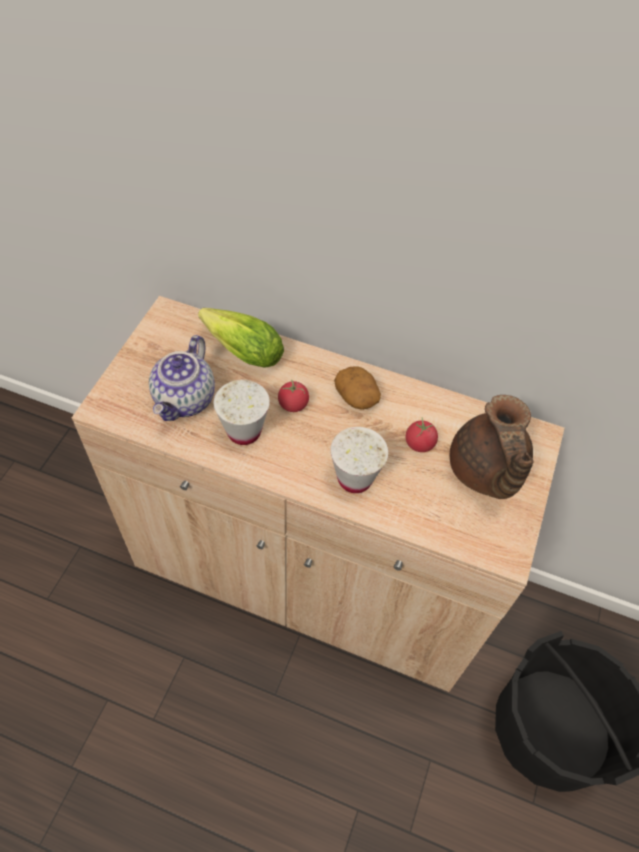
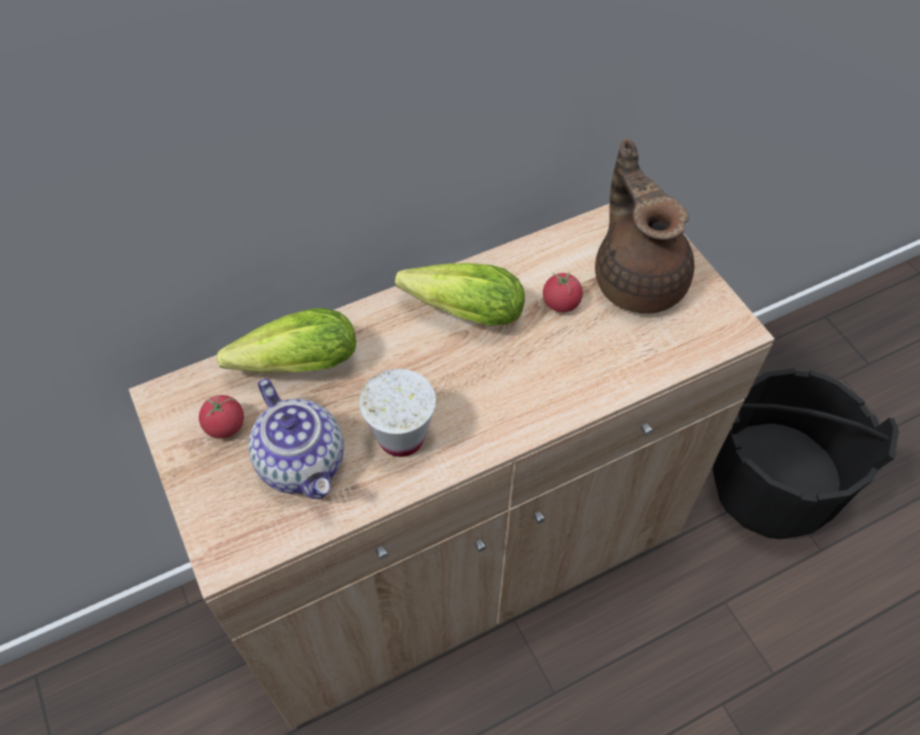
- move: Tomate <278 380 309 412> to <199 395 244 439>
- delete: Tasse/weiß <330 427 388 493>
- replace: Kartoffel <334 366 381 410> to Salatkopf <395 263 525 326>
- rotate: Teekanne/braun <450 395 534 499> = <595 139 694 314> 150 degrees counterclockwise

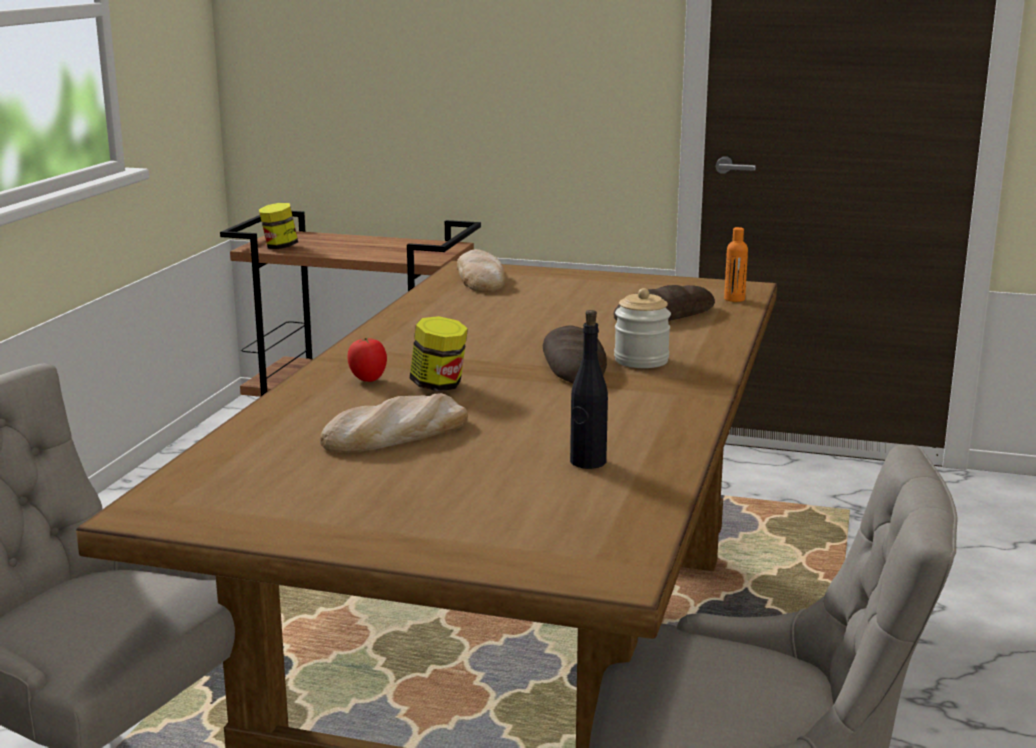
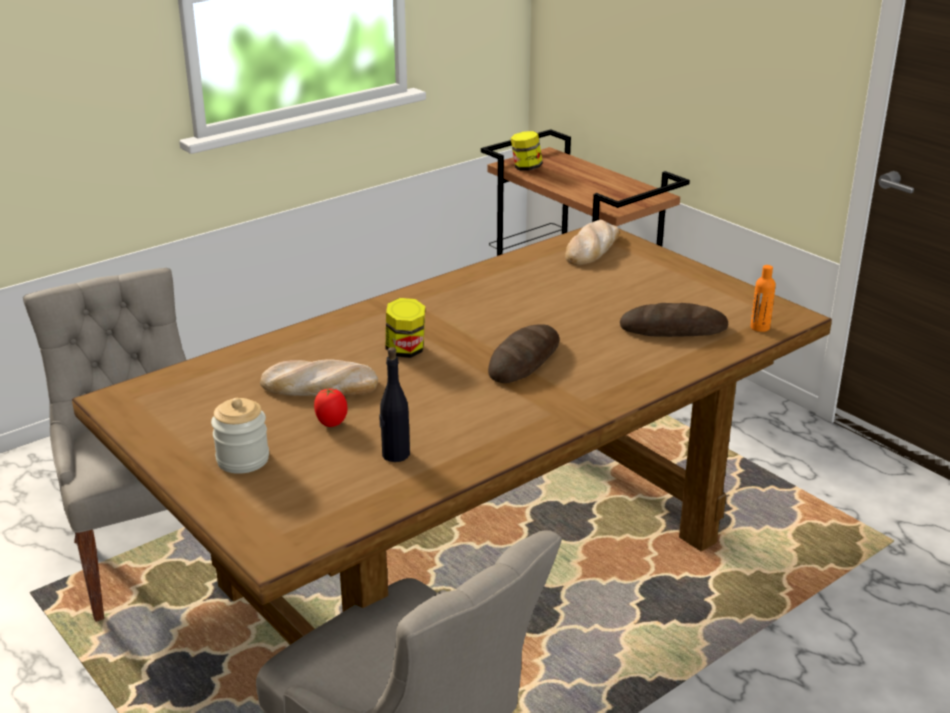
- move: Tomate <347 337 387 382> to <314 388 348 427>
- move: Vorratsglas <614 288 671 368> to <211 398 269 474>

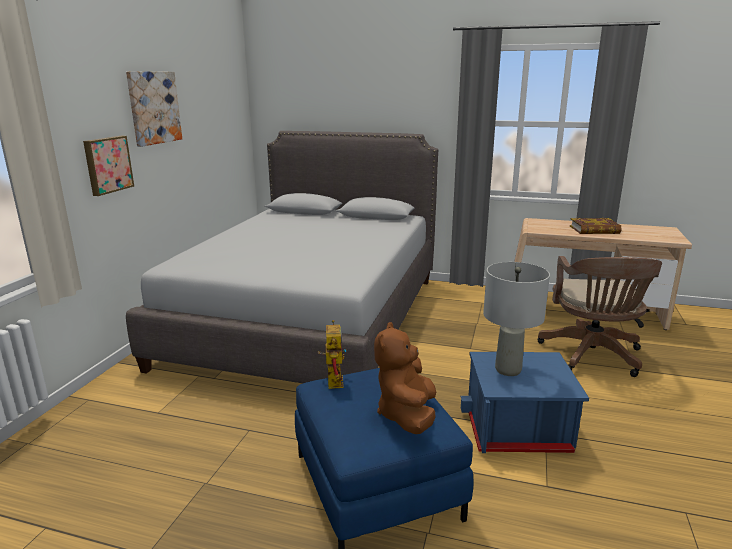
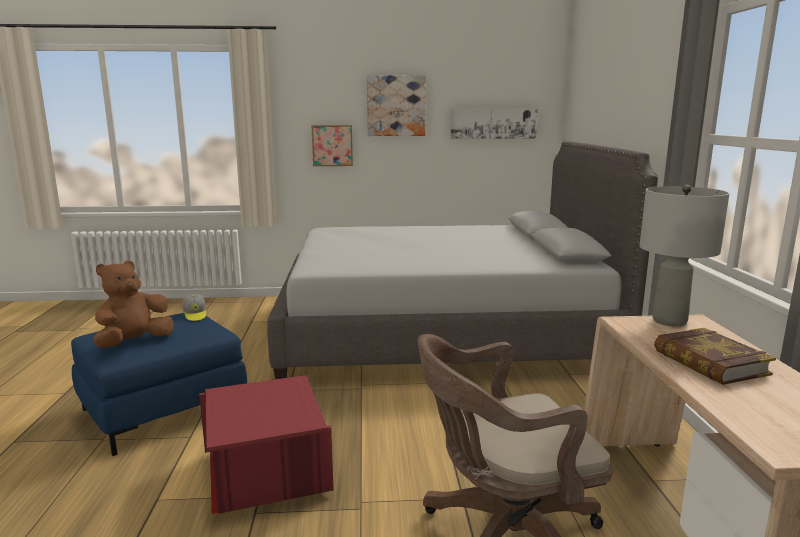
- replace: Spielzeugroboter <317 320 347 389> to Kappe <182 293 206 321>
- rotate: Plüschtier/braun <374 322 436 434> = <94 260 174 348> 45 degrees counterclockwise
- recolor: Aufbewahrungsbox/blau <460 352 589 453> to Aufbewahrungsbox/rot <199 375 333 514>
- move: Tischlampe/grau <483 262 550 376> to <640 185 729 327>
- insert: Bild <450 109 538 139>

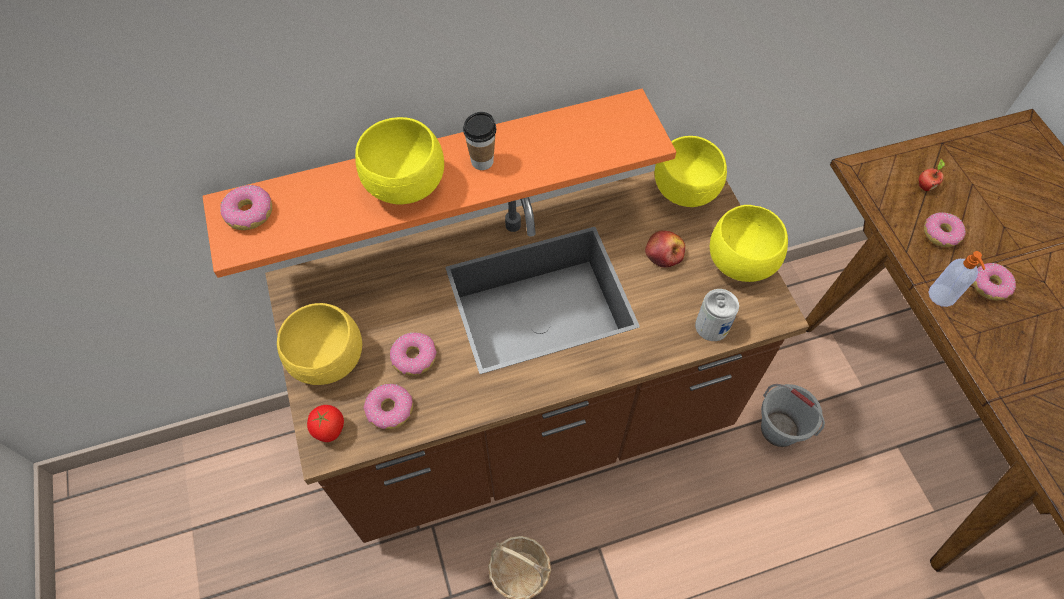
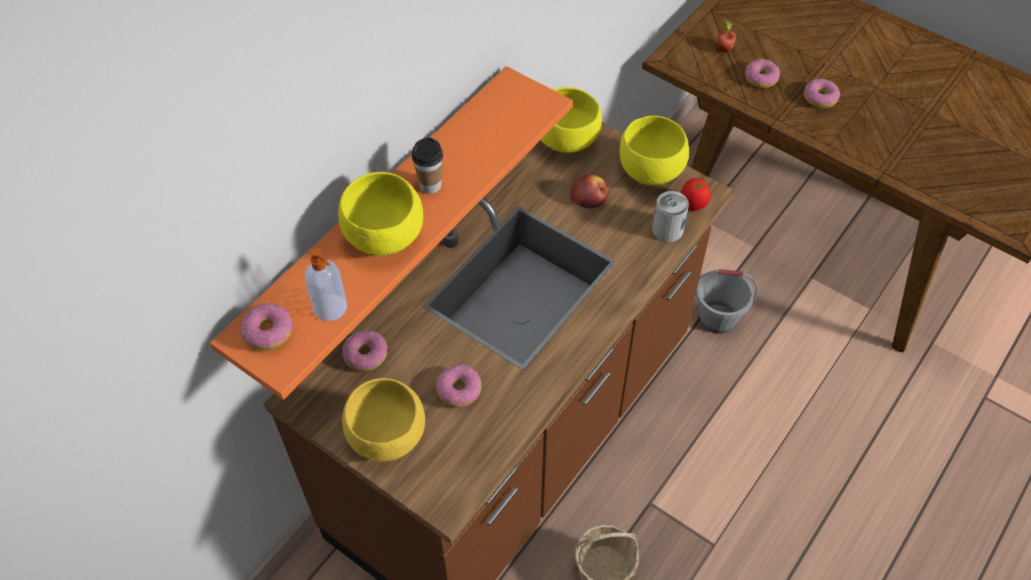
- move: Tomate <307 405 344 442> to <680 178 711 211>
- move: Donut <363 384 413 429> to <342 330 388 371>
- move: Seifenspender <929 251 985 307> to <305 248 347 321>

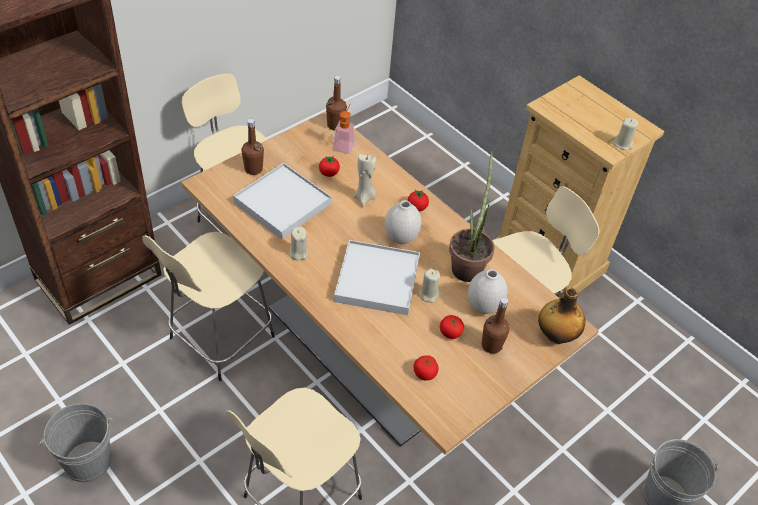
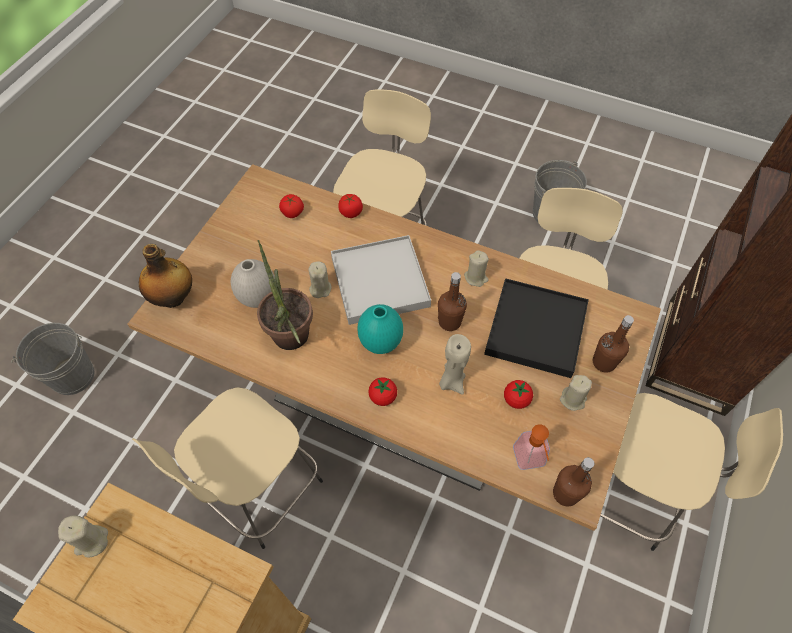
- recolor: Tablett/weiß <233 163 331 239> to Tablett/schwarz <484 278 589 378>
- recolor: Vase/weiß <385 200 421 244> to Vase/türkis <357 304 403 354>
- move: Tomate <440 315 464 339> to <338 194 363 218>
- move: Flasche/braun <482 297 510 354> to <438 272 467 331>
- insert: Kerze/beige <560 375 592 411>

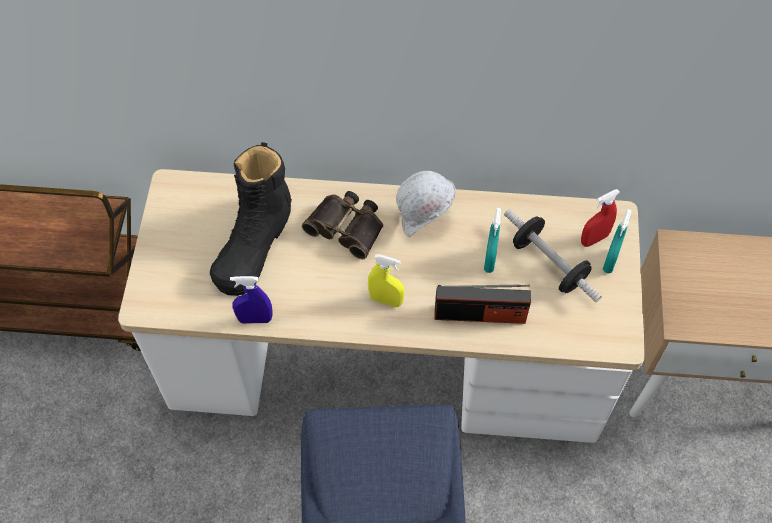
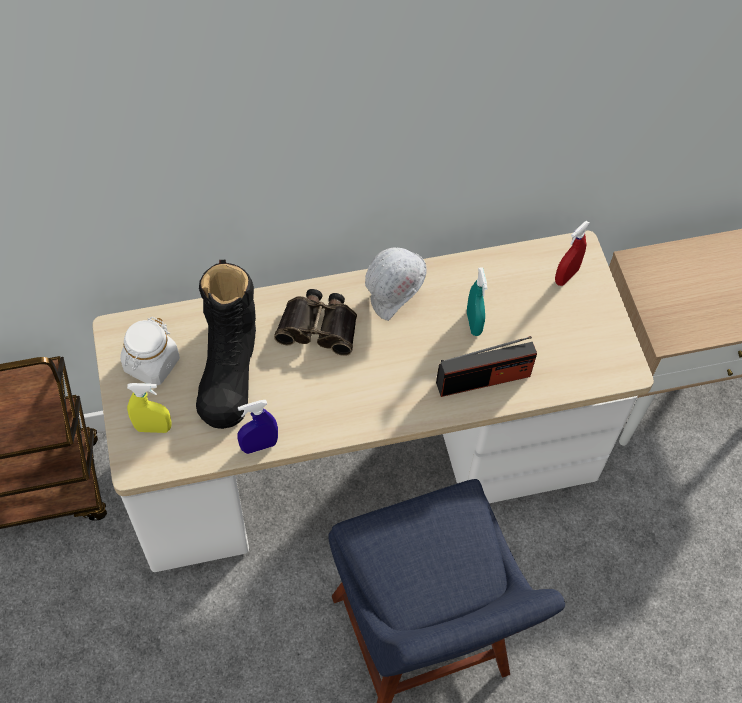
- move: Sprühflasche/gelb <368 254 405 307> to <127 383 171 433>
- delete: Hantel <504 209 602 303>
- delete: Sprühflasche/türkis <603 209 632 273>
- insert: Vorratsglas/weiß <120 317 180 385>

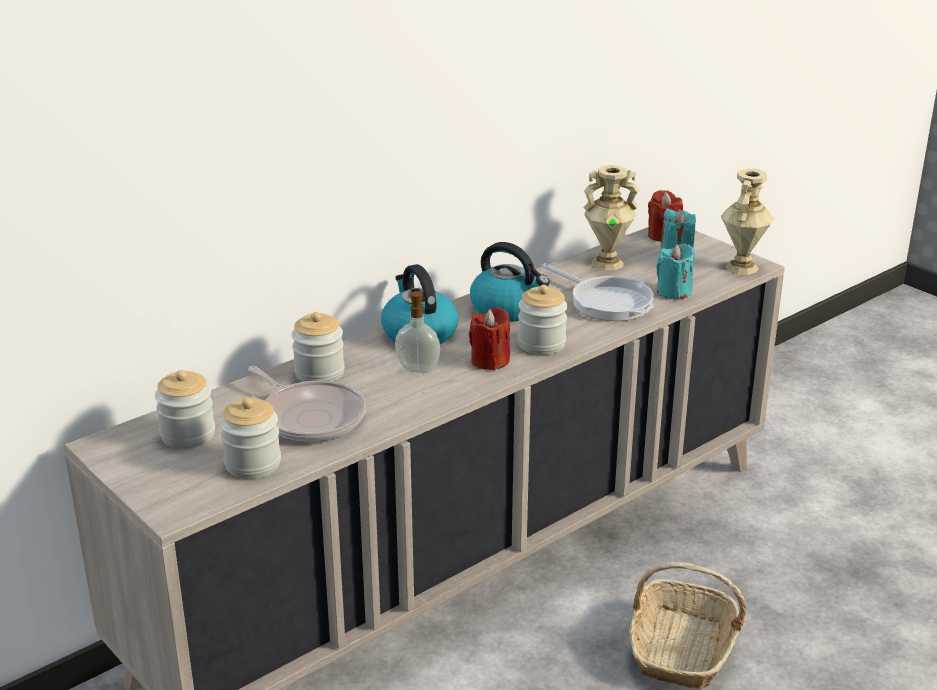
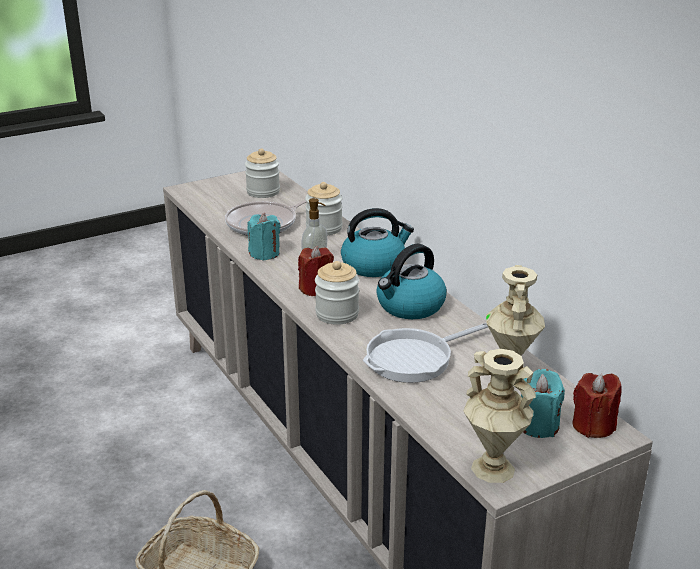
- delete: Vorratsglas <220 397 281 479>
- move: Kerze/türkis <656 244 694 300> to <247 213 281 260>

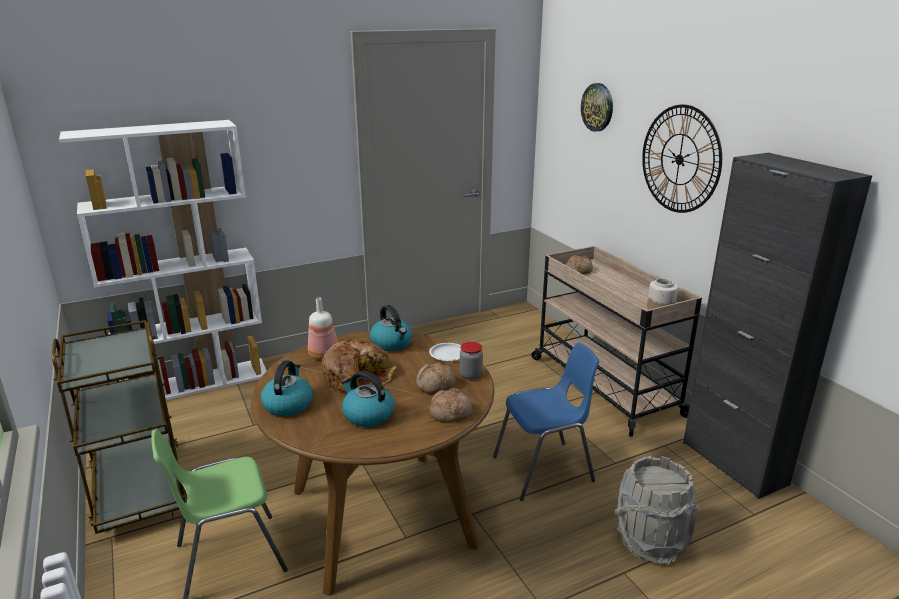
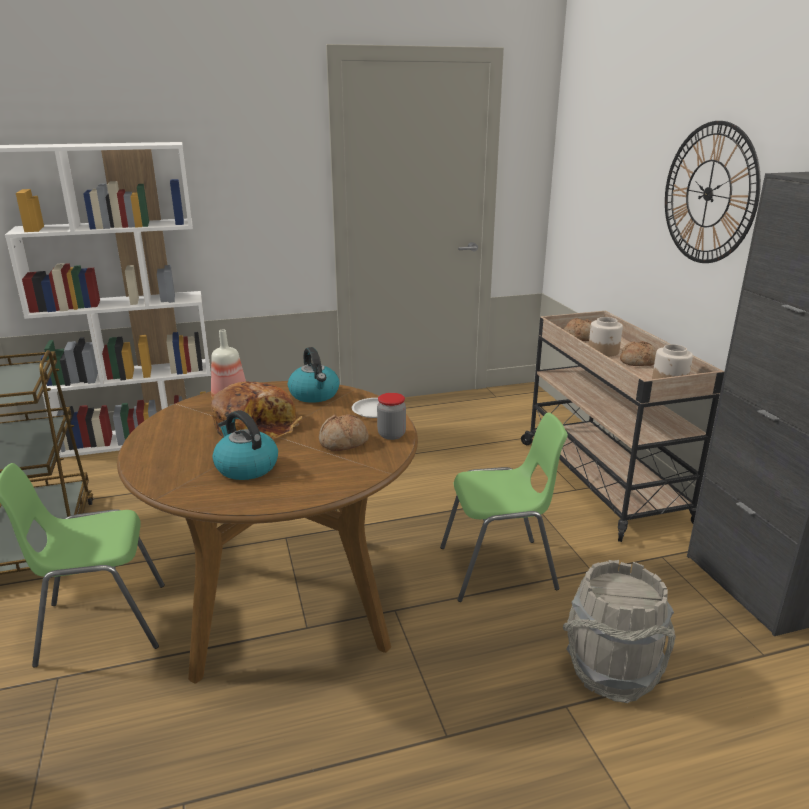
- delete: Wasserkessel <261 360 313 416>
- move: Brot <429 388 472 422> to <620 341 656 366>
- recolor: Stuhl/blau <493 342 599 501> to Stuhl/grün <440 412 568 602>
- delete: Wanduhr <581 83 613 132>
- insert: Vorratsglas <589 317 623 357>

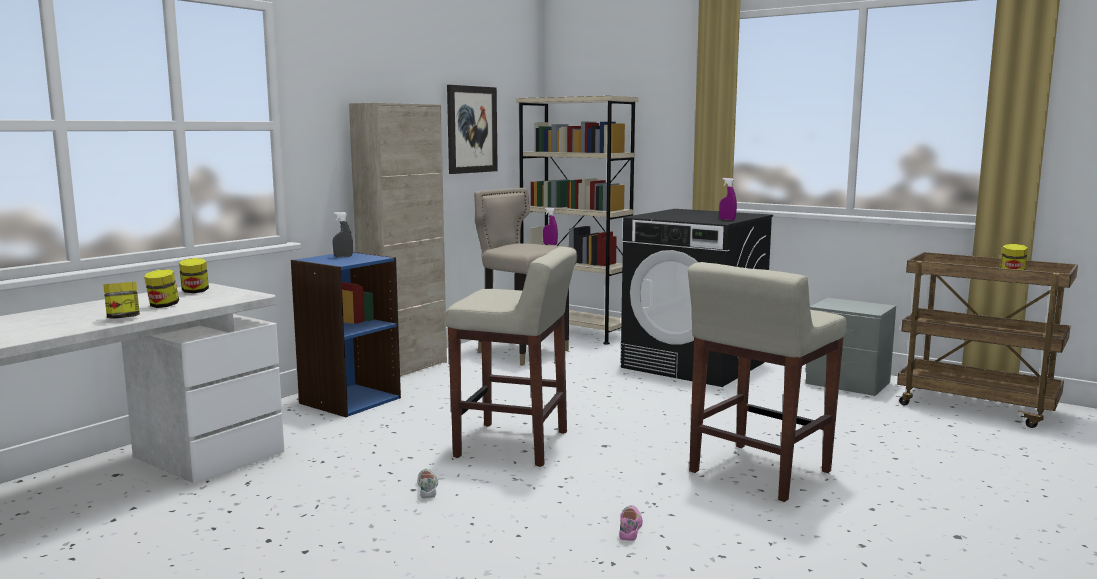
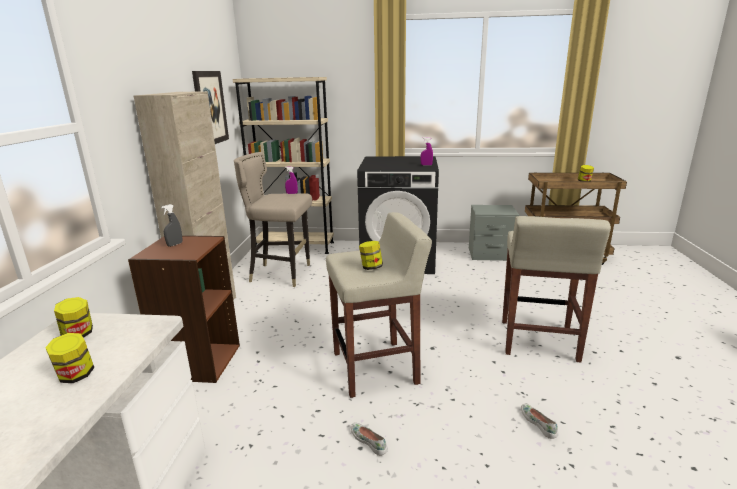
- move: Vorratsglas <103 282 140 319> to <359 241 383 270>
- recolor: Bücherregal/blau <291 252 401 417> to Bücherregal/braun <128 235 240 383>
- recolor: Schuh/rosa <619 505 643 541> to Schuh/weiß <521 403 558 439>

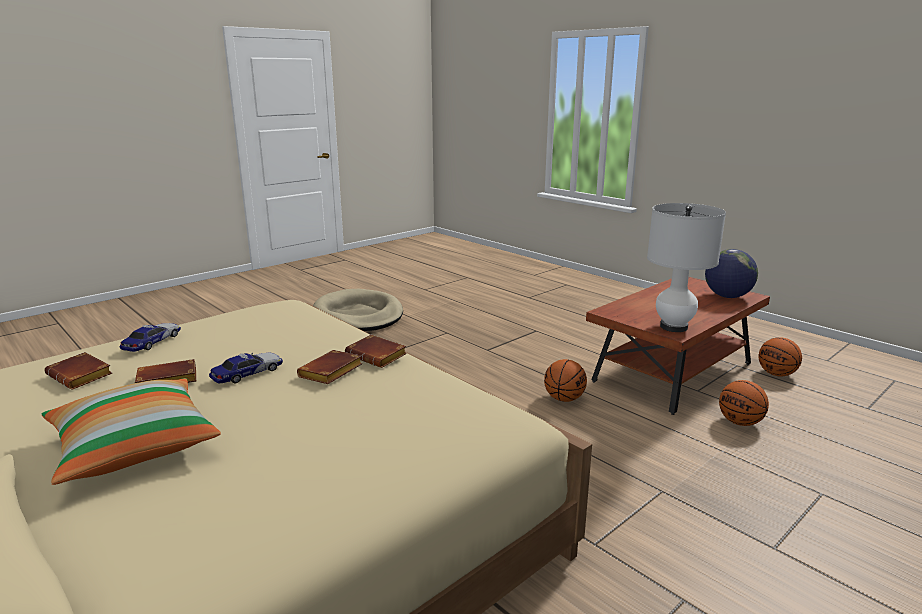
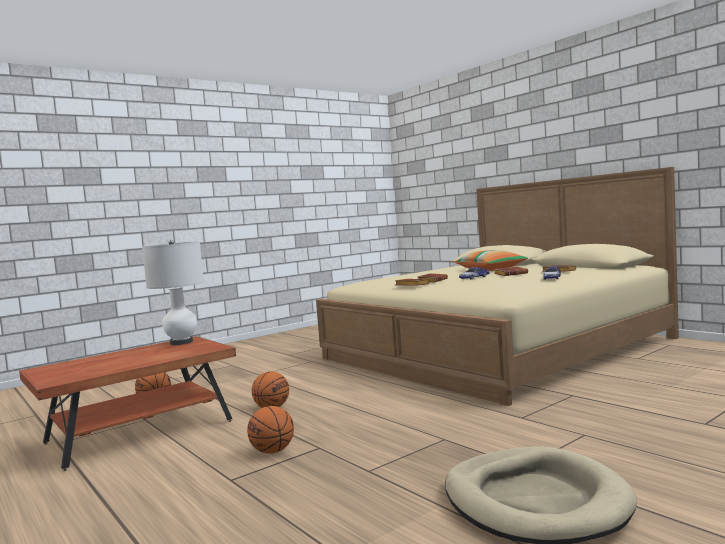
- delete: Globus <705 249 758 298>
- move: Basketball <758 337 802 376> to <247 406 294 454>

